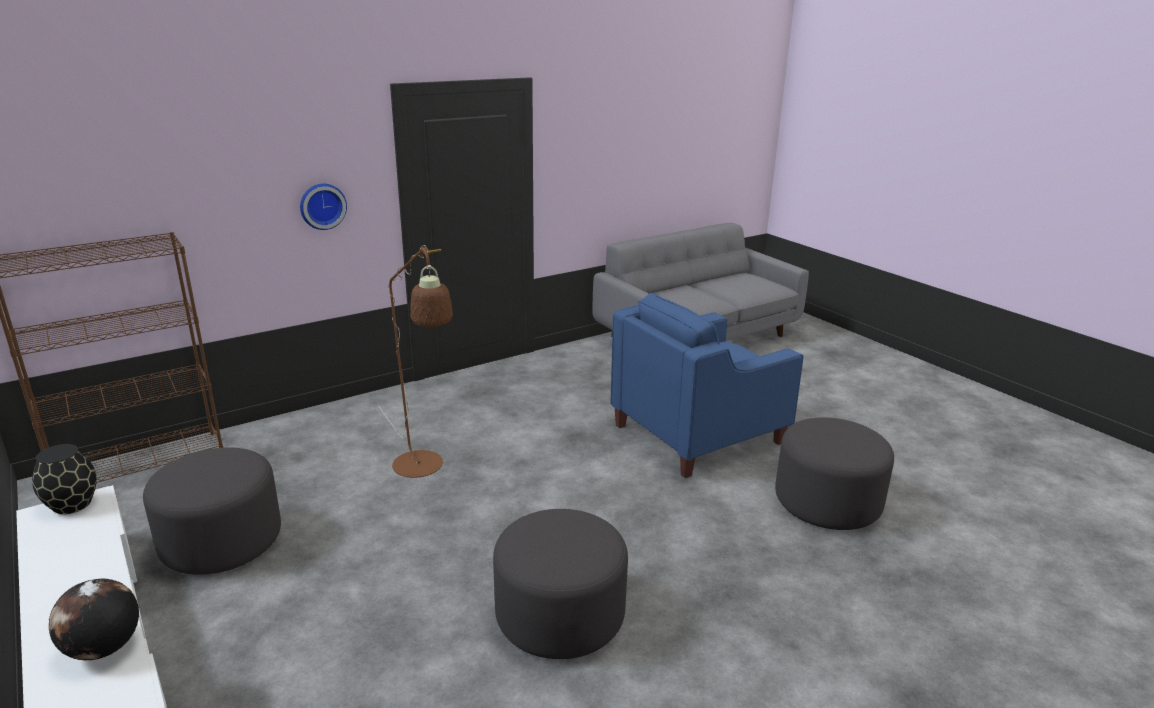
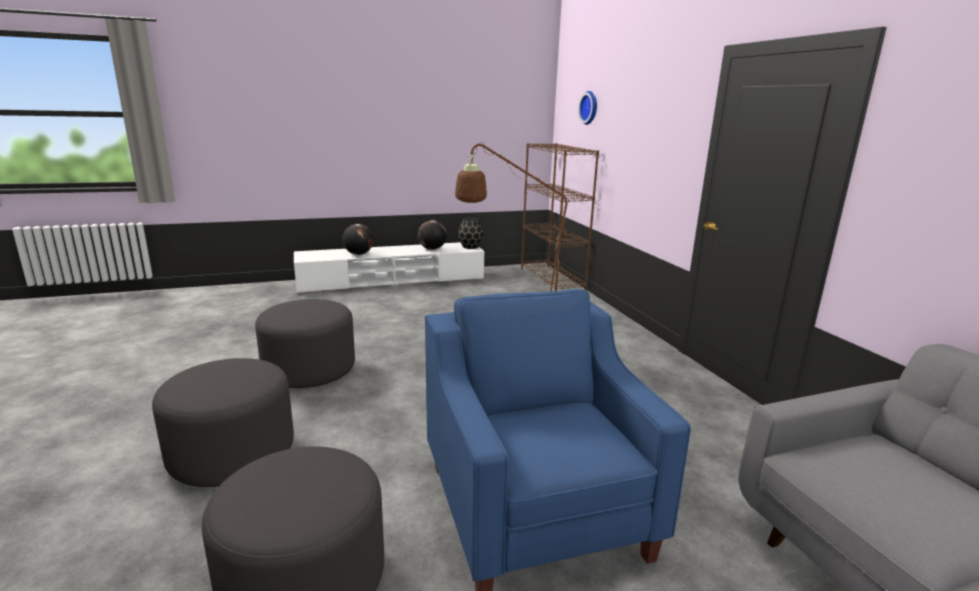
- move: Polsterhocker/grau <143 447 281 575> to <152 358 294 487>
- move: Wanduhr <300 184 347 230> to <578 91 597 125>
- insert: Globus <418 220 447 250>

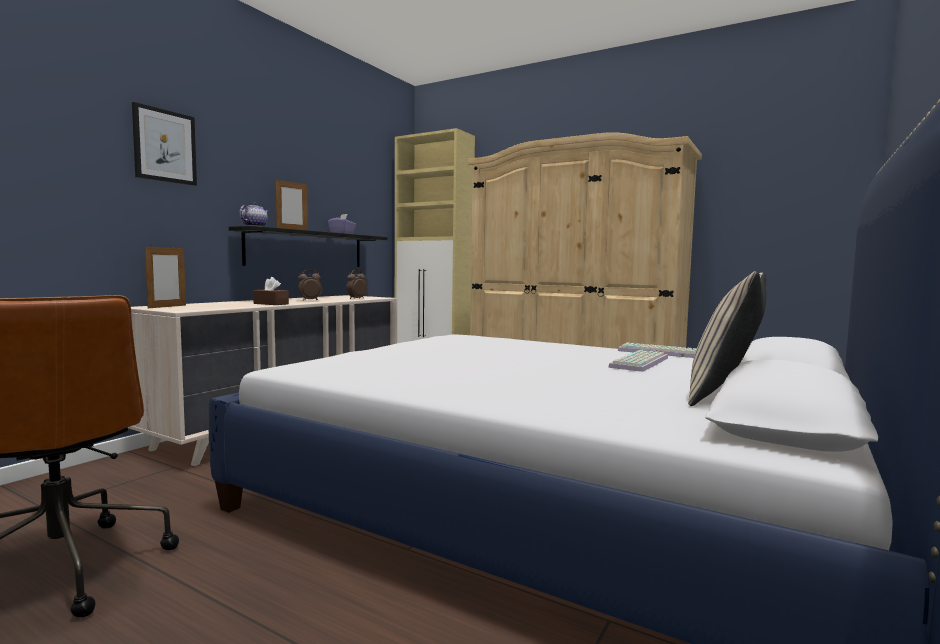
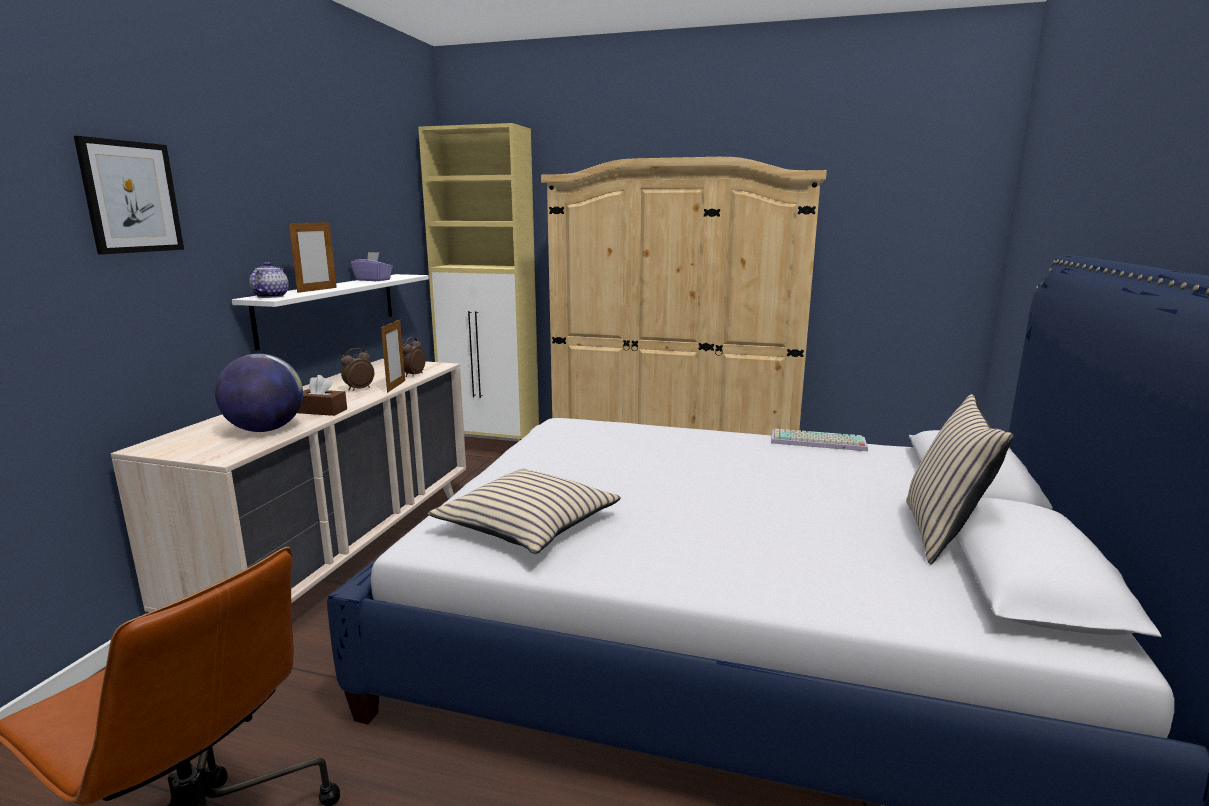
- move: Bilderrahmen <145 246 186 308> to <381 318 405 393>
- recolor: Wandregal/schwarz <229 226 387 267> to Wandregal/weiß <232 274 429 350>
- delete: Tastatur <608 350 668 372>
- insert: Globus <215 354 303 432>
- insert: Kissen/beige <428 469 621 554>

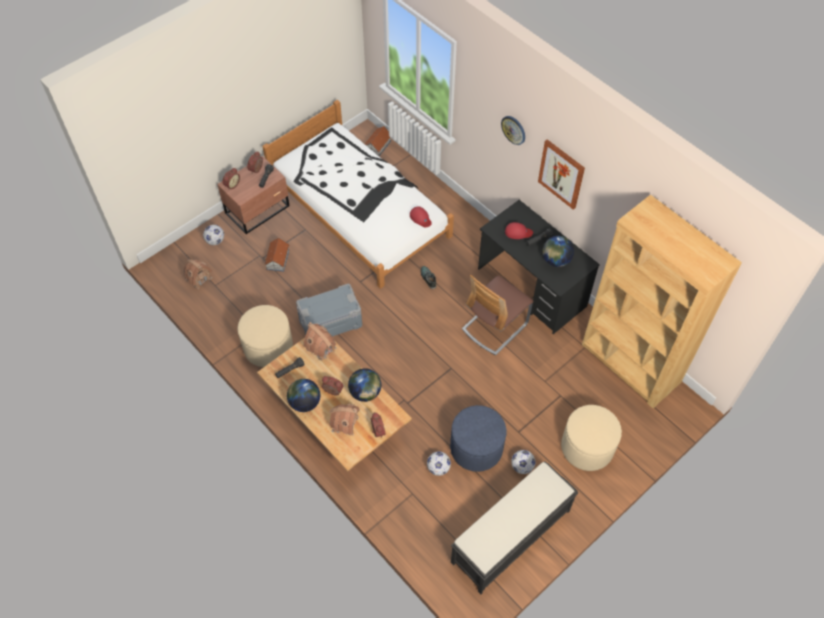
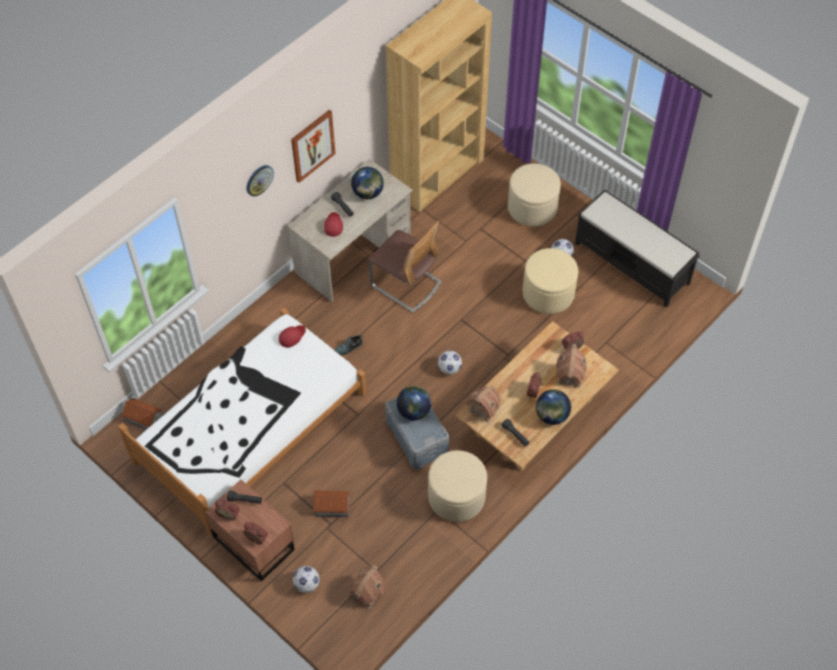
- move: Globus <348 368 381 402> to <397 386 431 420>
- move: Fußball <427 452 451 476> to <438 351 462 375>
- recolor: Polsterhocker/blau <450 405 506 472> to Polsterhocker/beige <523 248 578 314>
- recolor: Schreibtisch/schwarz <478 200 600 334> to Schreibtisch/beige <287 159 413 302>

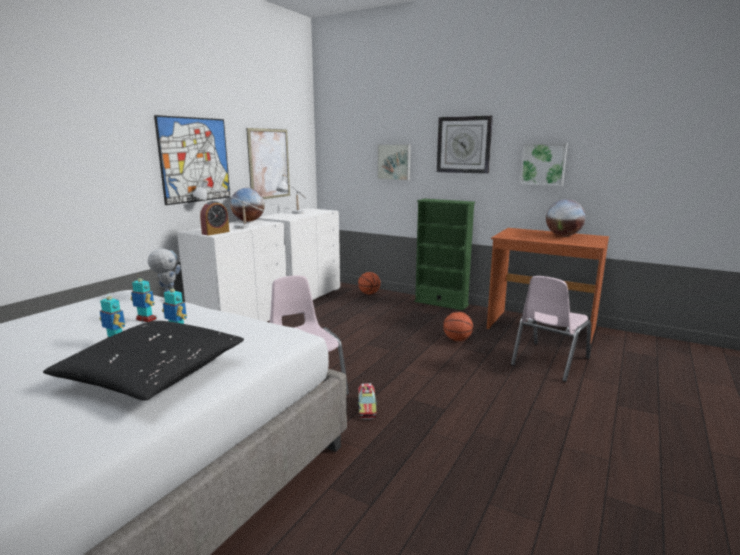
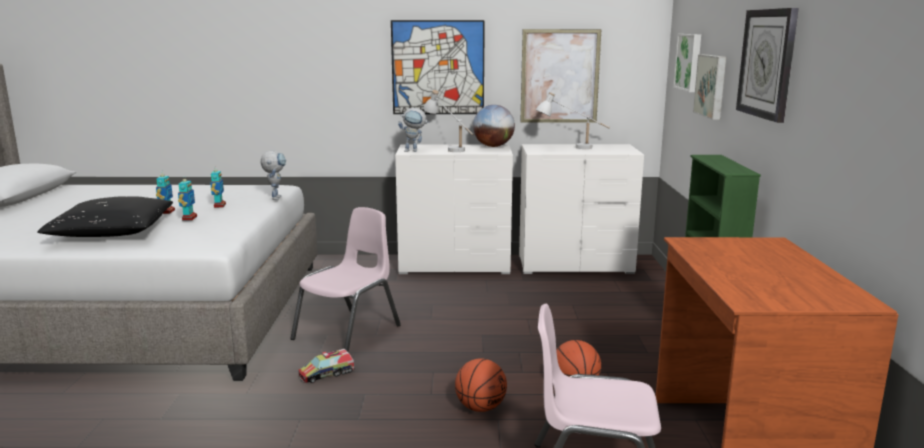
- replace: Wecker <200 201 229 235> to Spielzeugroboter <398 108 429 152>
- move: Basketball <358 272 381 294> to <455 358 507 412>
- move: Bild <520 143 568 186> to <673 34 701 92>
- delete: Globus <546 199 586 236>

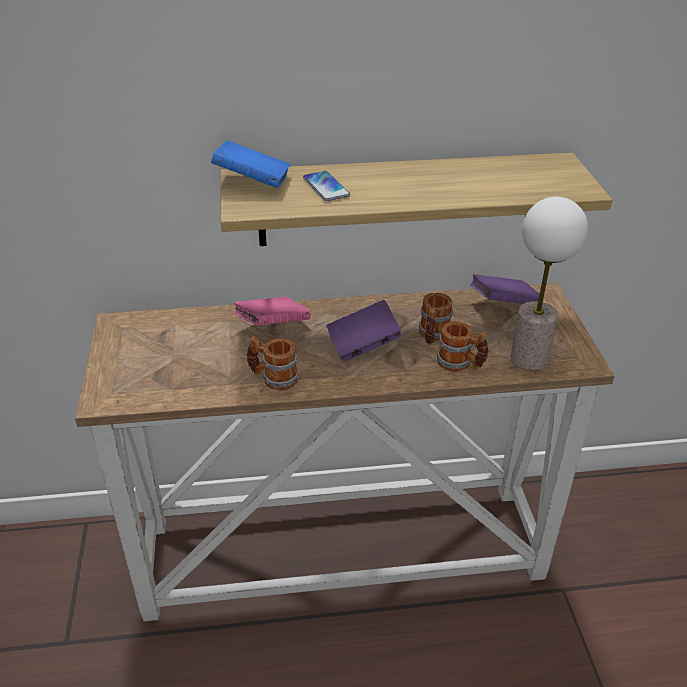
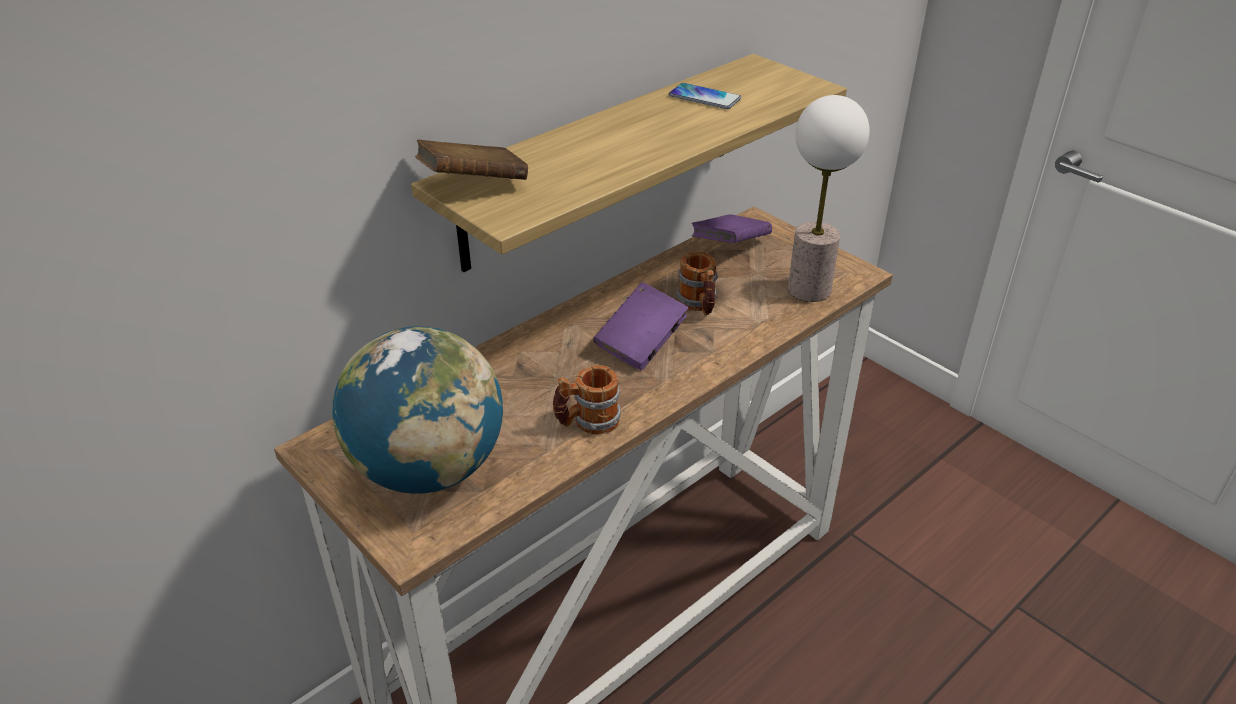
- recolor: Buch/blau <211 140 290 188> to Buch/braun <415 140 528 180>
- delete: Buch/rosa <234 297 311 326>
- move: Handy <303 171 350 201> to <669 83 741 109>
- delete: Henkelbecher <437 321 489 372>
- insert: Globus <332 326 503 494>

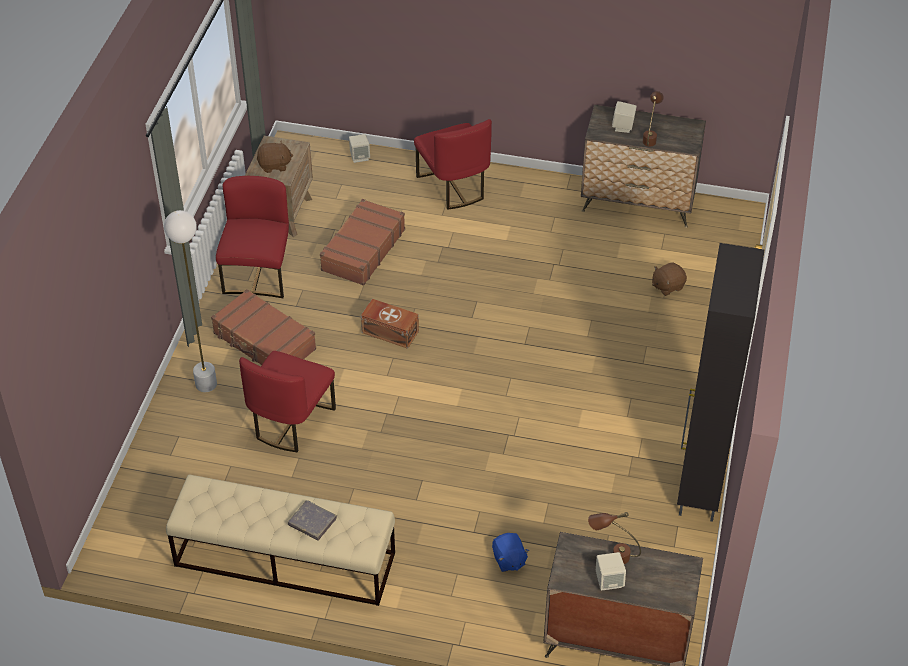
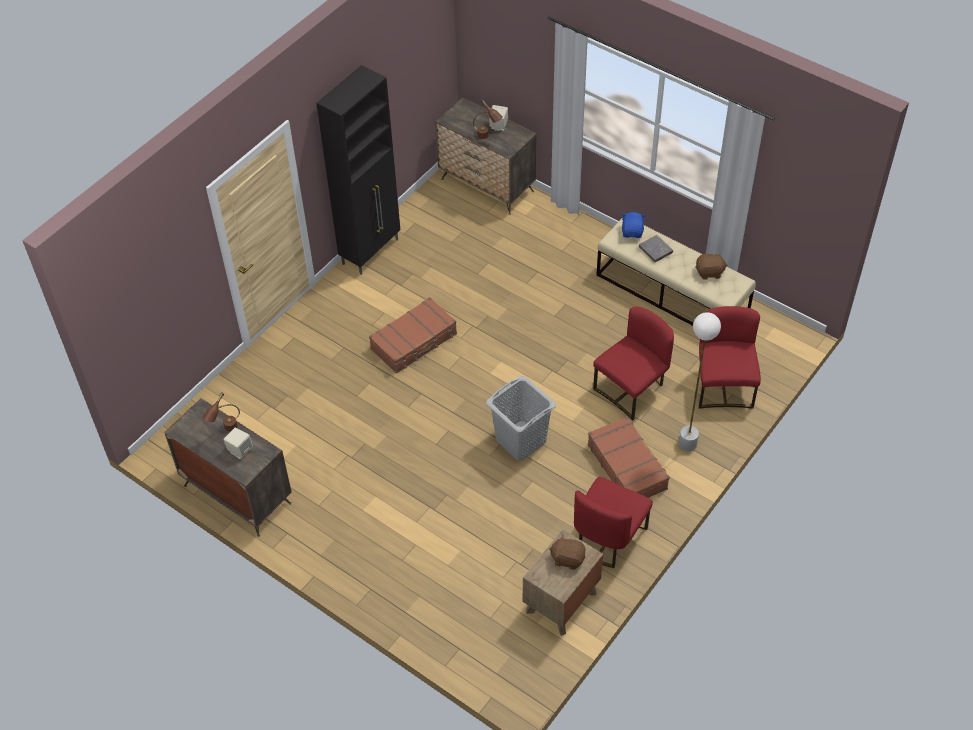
- move: Koffer/braun <320 199 405 286> to <369 297 457 374>
- delete: Lautsprecher/beige <349 134 370 163>
- replace: Aufbewahrungsbox/braun <361 299 419 349> to Wäschekorb/grau <486 376 556 461>
- move: Stuhl/rot <414 119 492 210> to <699 306 761 409>
- move: Plüschtier/blau <492 533 529 572> to <622 212 646 238>
- move: Plüschtier/braun <652 262 687 296> to <696 252 727 280>

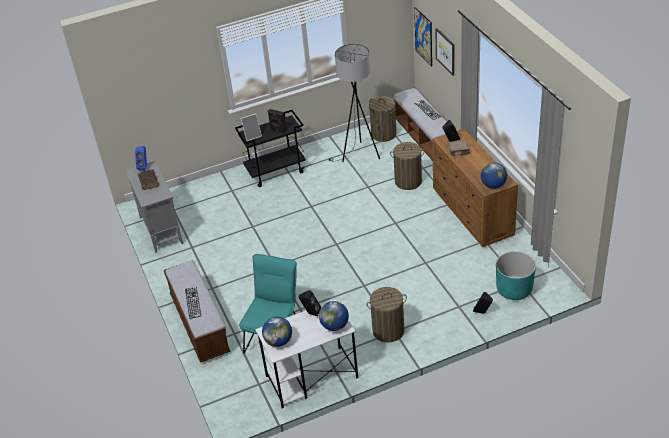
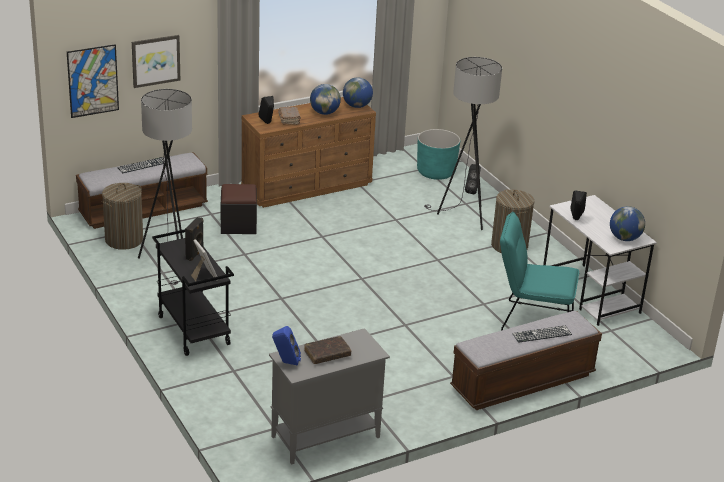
- move: Globus <319 301 349 331> to <310 84 341 115>
- replace: Wäschekorb <390 142 425 190> to Polsterhocker/schwarz <221 184 257 234>
- insert: Stehlampe/grau <424 57 502 230>

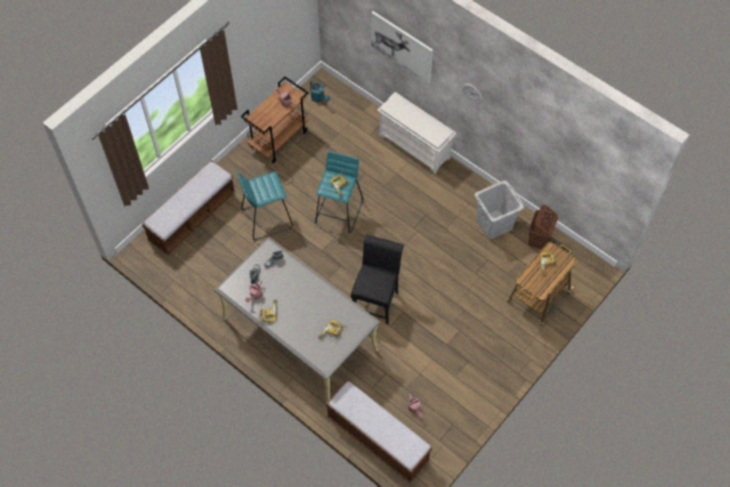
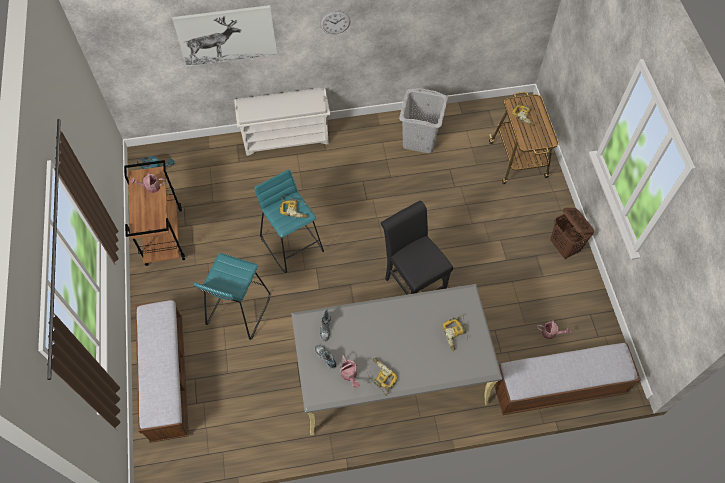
- move: Wäschekorb/braun <528 205 558 250> to <550 208 594 259>

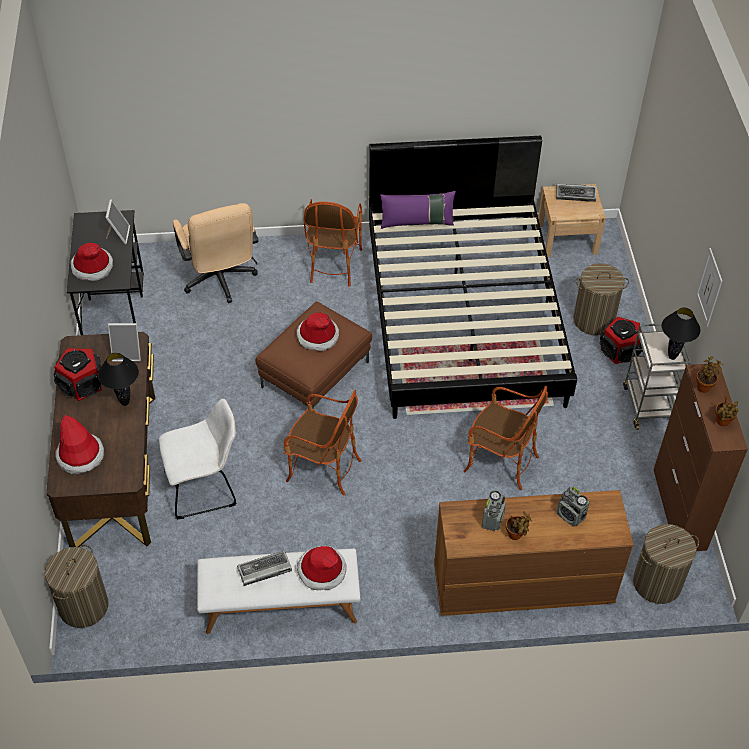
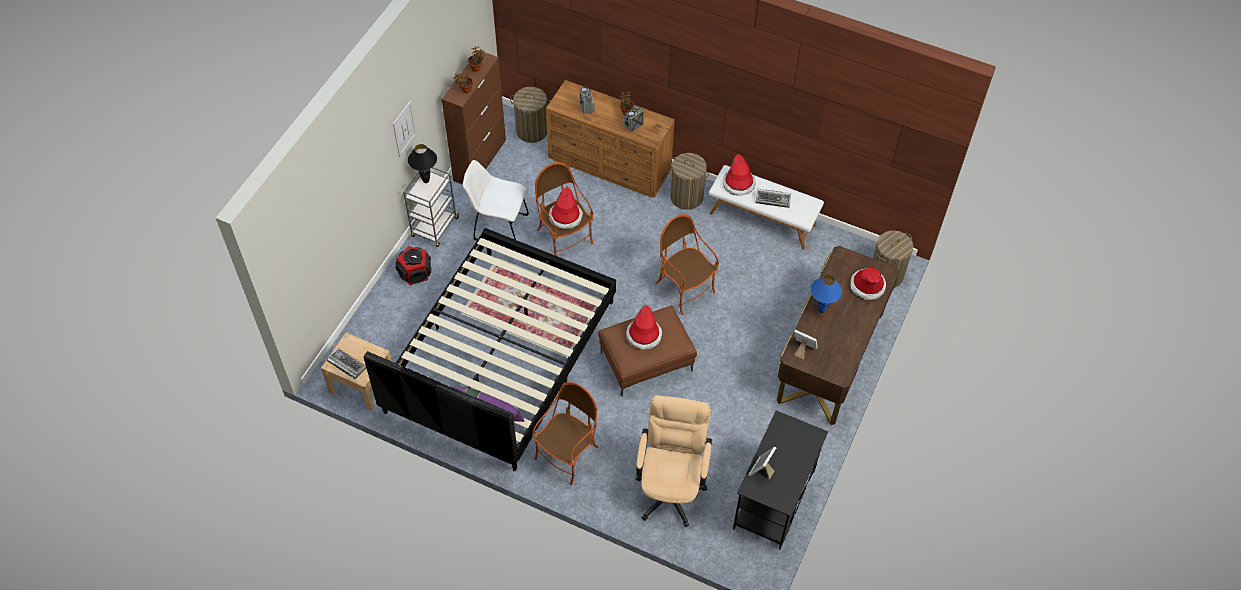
- delete: Lautsprecher <54 348 102 401>
- move: Hut <71 243 113 281> to <549 187 583 229>
- recolor: Tischlampe/schwarz <98 353 139 406> to Tischlampe/blau <810 275 842 313>
- move: Stuhl/weiß <159 399 237 520> to <463 160 529 241>
- move: Wäschekorb <573 263 629 335> to <670 153 709 210>

